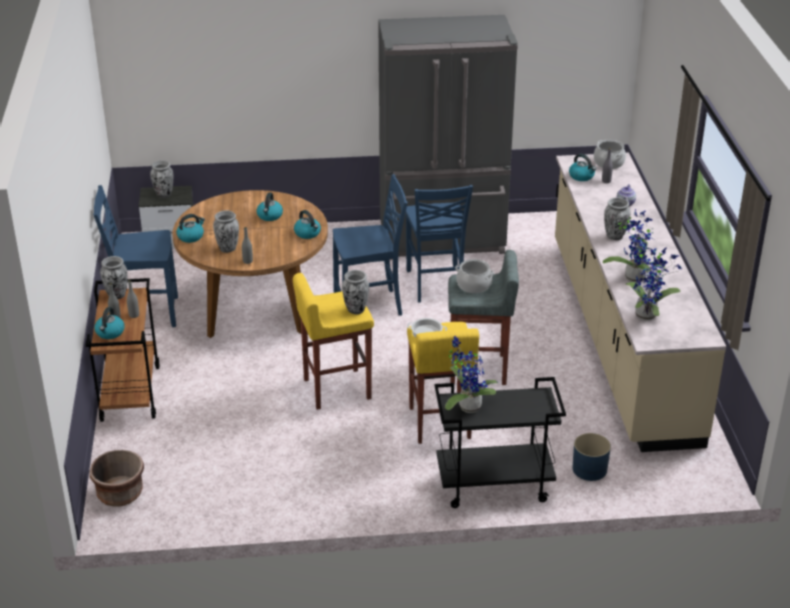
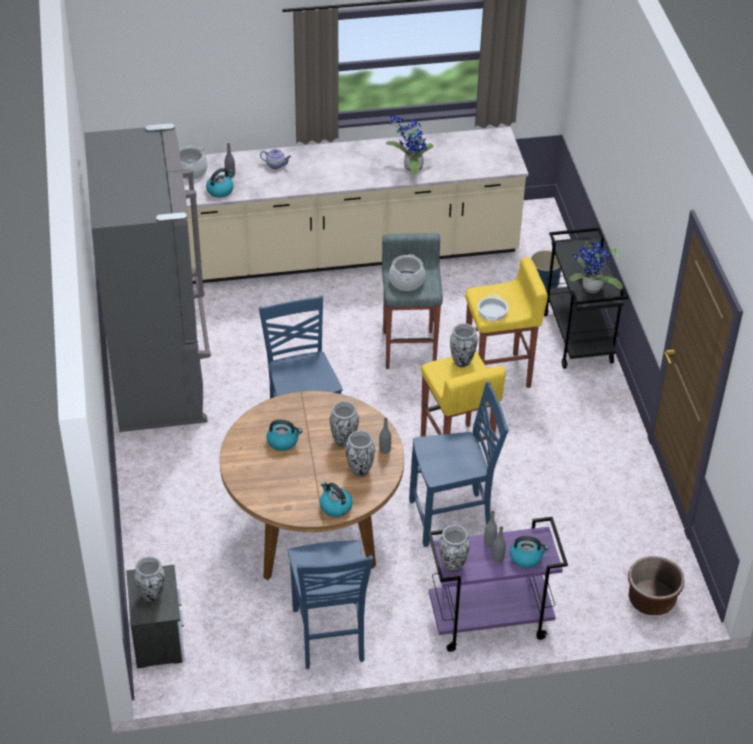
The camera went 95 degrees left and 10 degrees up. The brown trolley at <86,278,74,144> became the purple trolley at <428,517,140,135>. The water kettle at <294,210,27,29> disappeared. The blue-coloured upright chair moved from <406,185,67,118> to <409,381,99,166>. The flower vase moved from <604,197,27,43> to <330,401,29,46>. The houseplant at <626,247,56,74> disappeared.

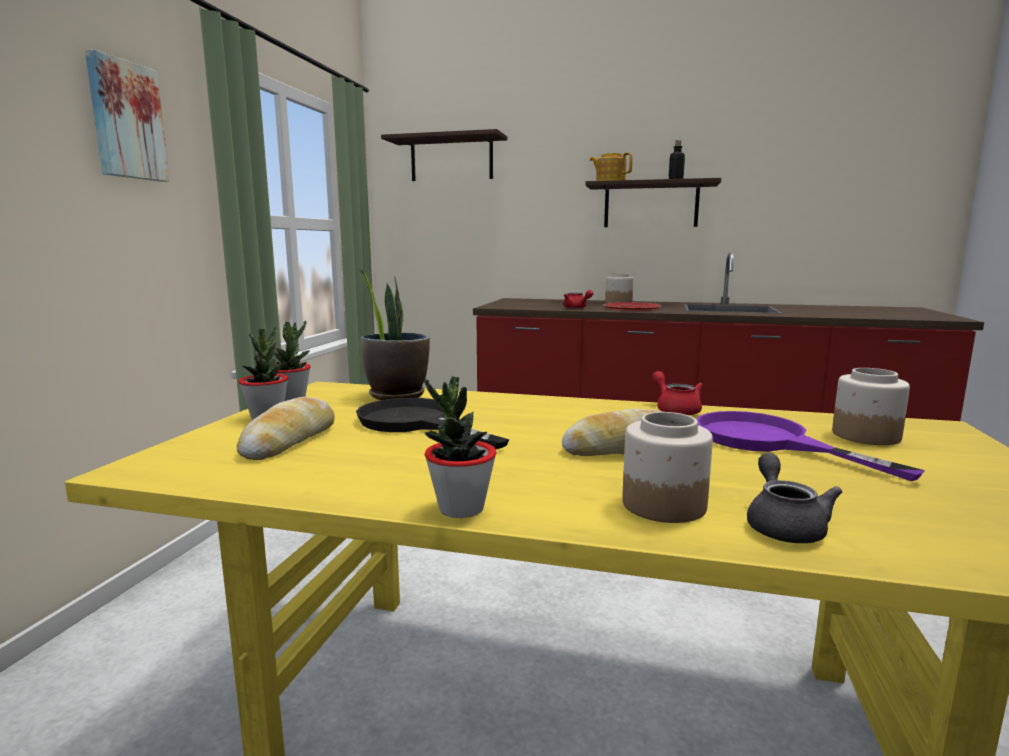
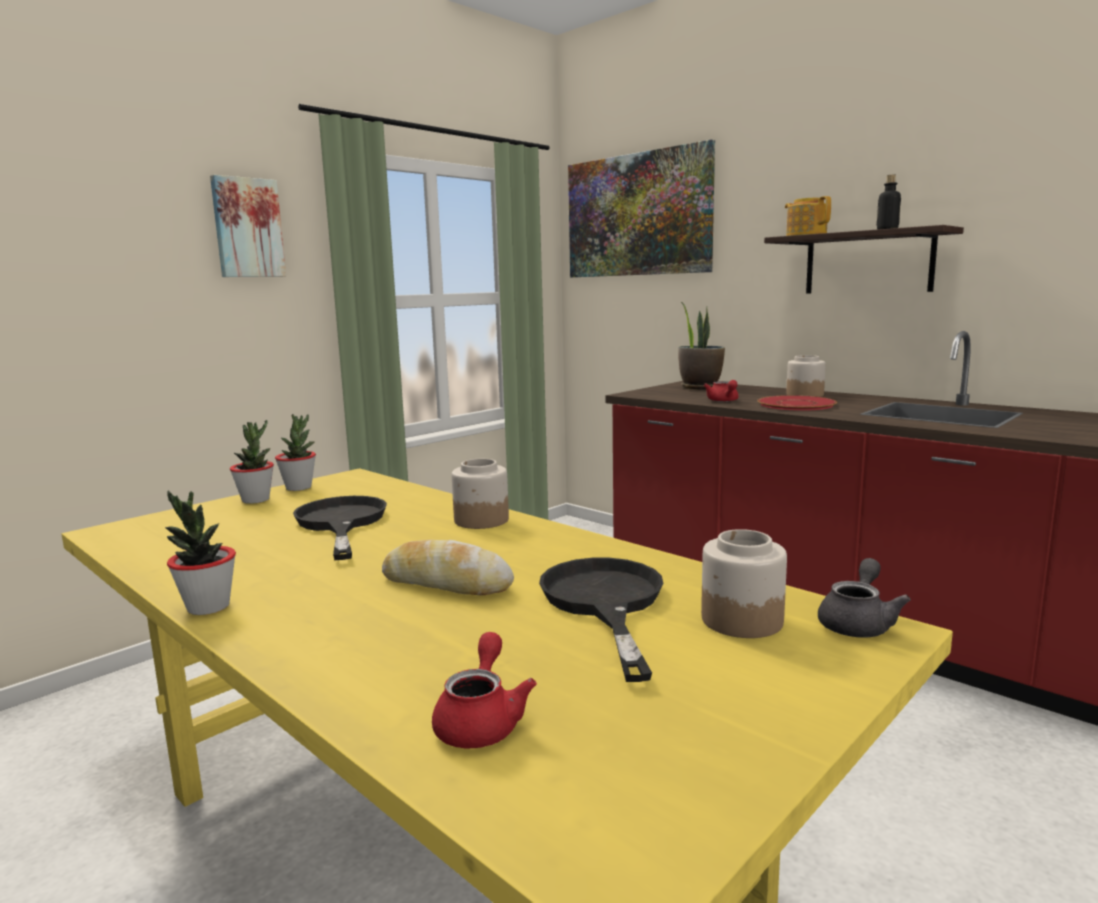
The camera went 30 degrees right and 0 degrees up. The baked bread at <237,397,98,63> disappeared. The houseplant moved from <359,269,71,131> to <678,302,47,88>. The wall shelf at <381,129,126,52> was replaced by the wall picture at <568,140,147,137>. The jar moved from <622,412,91,111> to <452,459,57,70>. The red-coloured pot for tea moved from <652,371,51,44> to <432,632,105,116>. The purple frying pan at <696,411,229,70> became the black-coloured frying pan at <539,558,125,124>. The greyish pot for tea moved from <747,453,95,90> to <818,558,93,80>.

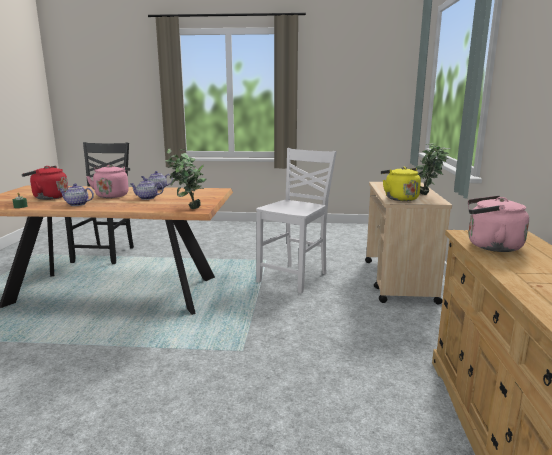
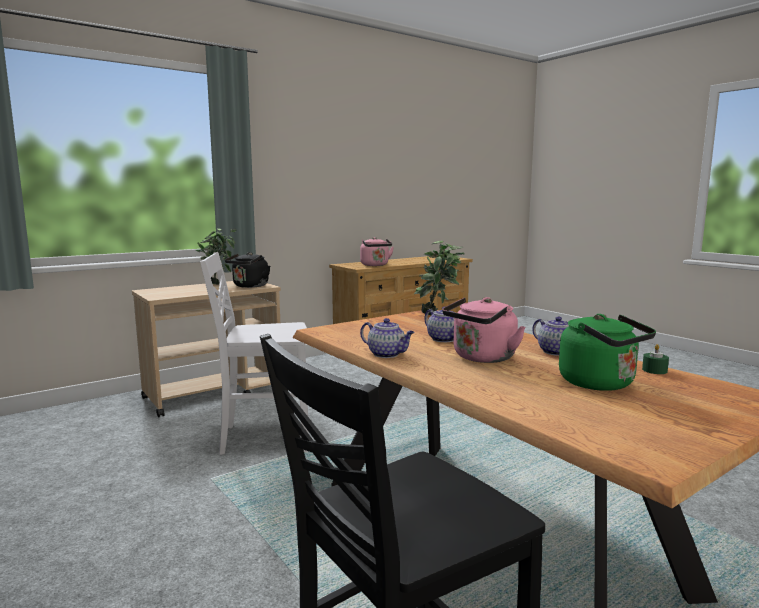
The camera went 130 degrees left and 5 degrees down. The red-coloured water kettle at <22,166,46,34> became the greenish water kettle at <559,314,97,77>. The yellowish water kettle at <381,167,40,34> became the black-coloured water kettle at <225,252,45,36>.

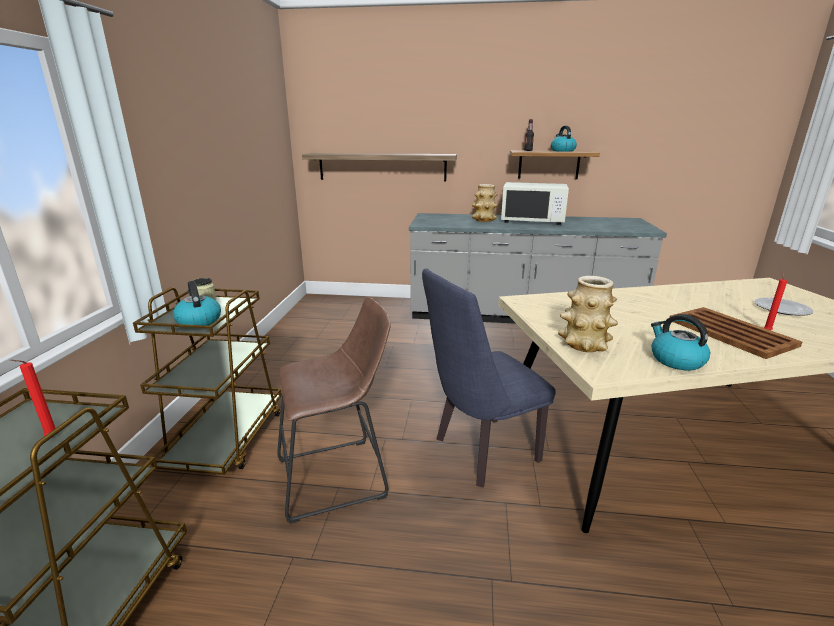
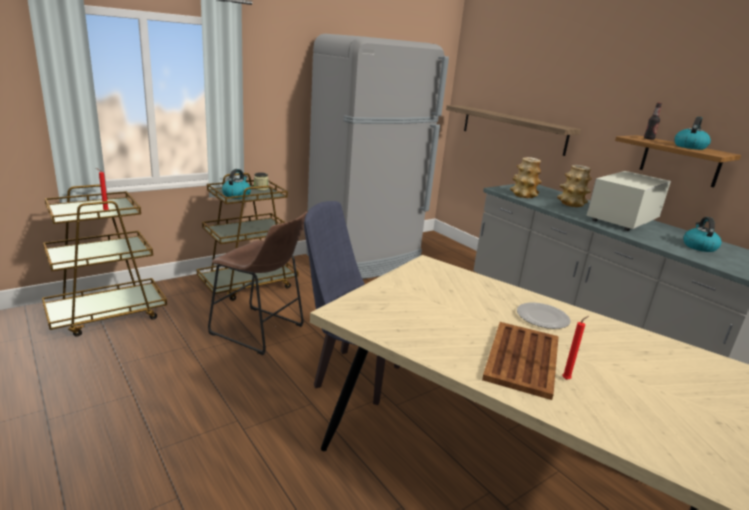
The camera went 45 degrees right and 0 degrees up. The white kitchen microwave at <501,182,68,43> turned 75 degrees clockwise. The flower vase moved from <558,276,60,76> to <510,157,32,41>. The water kettle moved from <651,314,59,57> to <683,217,39,35>. The plate moved from <755,297,59,19> to <517,303,54,26>. The greyish refrigerator at <306,34,143,245> appeared.

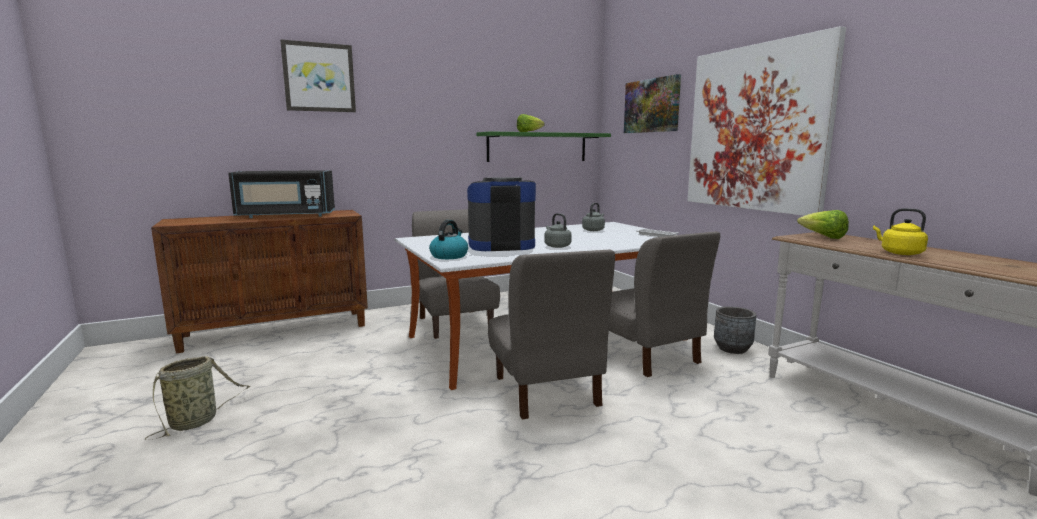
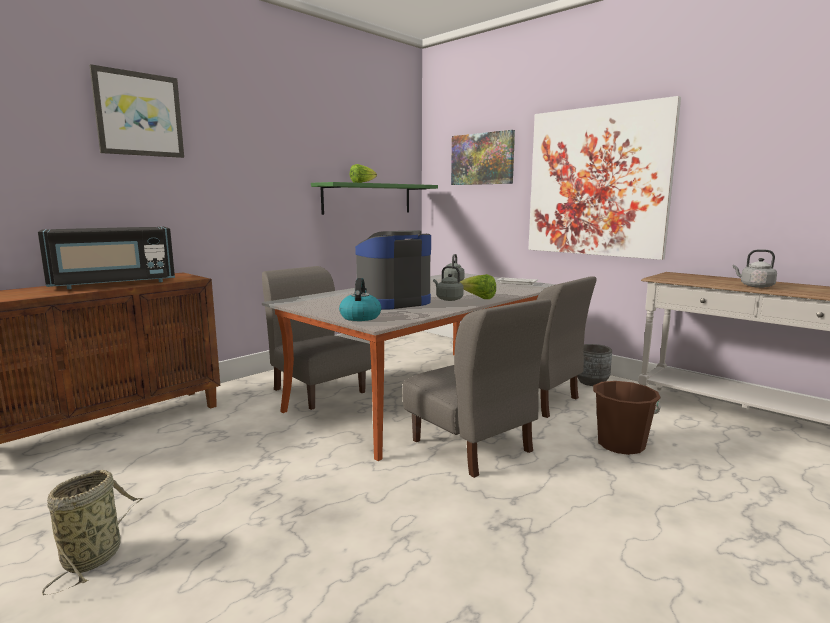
The camera went 20 degrees left and 0 degrees up. The lettuce head moved from <797,210,52,29> to <460,274,36,25>. The yellowish water kettle at <873,208,55,47> became the greyish water kettle at <732,249,45,39>. The brown bucket at <593,381,68,74> appeared.

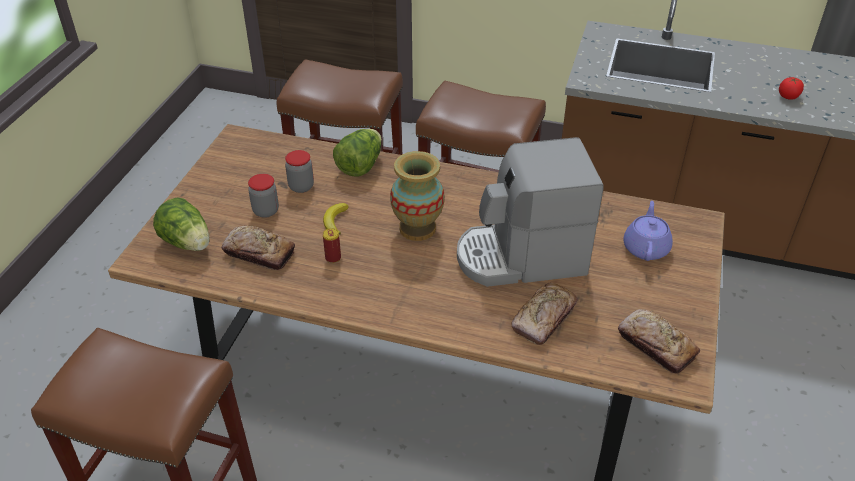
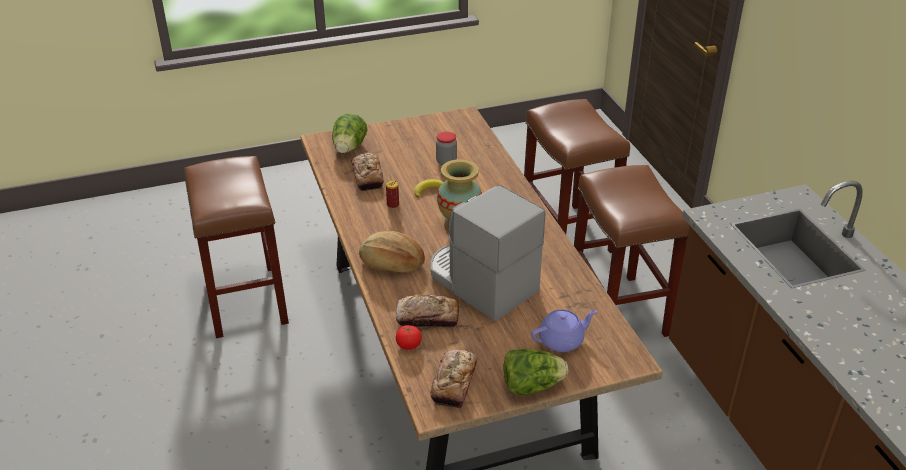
The camera went 55 degrees right and 5 degrees down. The jar at <248,174,31,44> disappeared. The lettuce head moved from <333,129,49,48> to <504,349,64,46>. The whole tomato moved from <779,77,25,23> to <396,325,26,25>. The baked bread at <359,231,66,42> appeared.

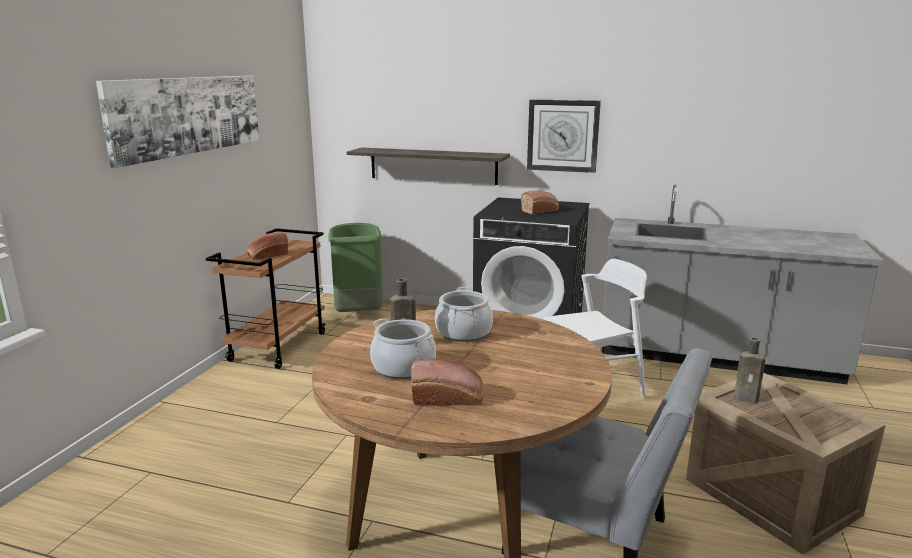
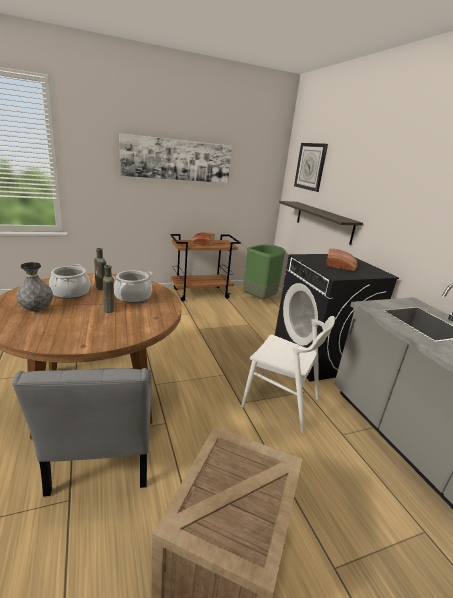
The camera went 50 degrees right and 5 degrees up. The baked bread at <411,359,73,47> was replaced by the greyish flower vase at <16,262,37,50>. The hanging clock moved from <527,99,74,74> to <294,143,34,49>. The brown drink bottle moved from <734,337,32,66> to <103,265,11,48>.

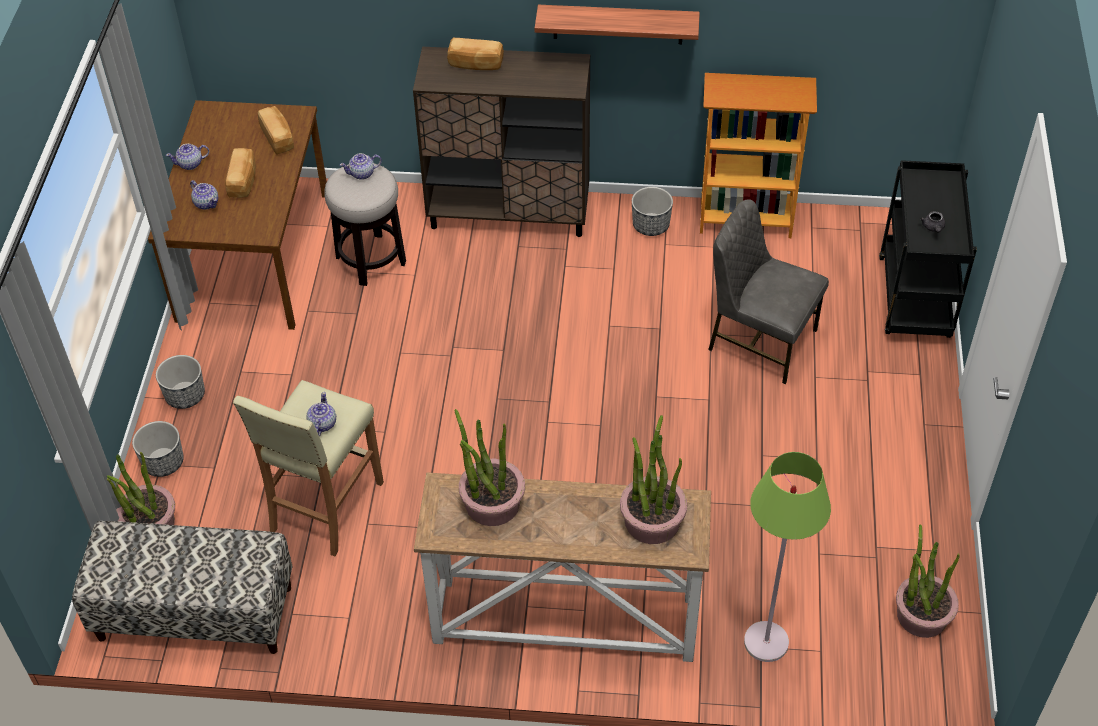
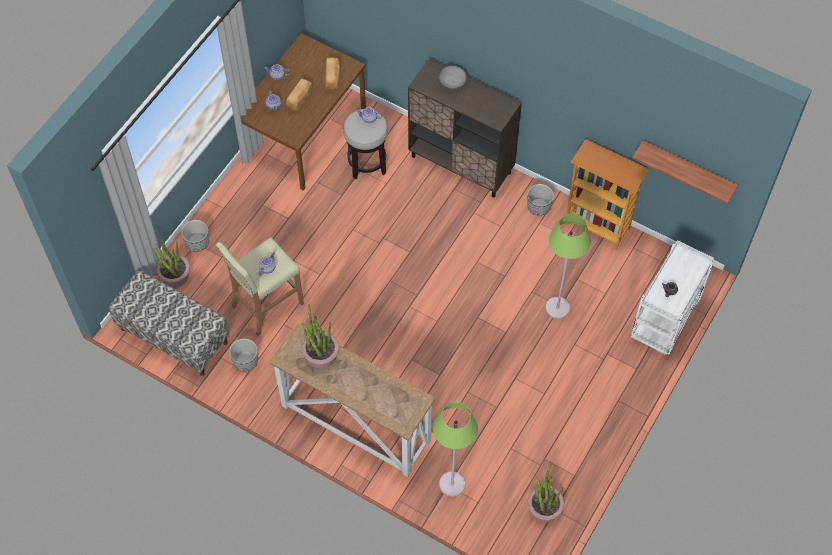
The camera went 25 degrees right and 10 degrees up. The plant pot moved from <156,355,49,54> to <229,339,29,33>. The baked bread at <447,38,57,32> was replaced by the greyish serving bowl at <439,66,28,23>. The wall shelf moved from <535,5,165,39> to <632,140,106,64>. The houseplant at <620,415,67,129> disappeared. The greyish upright chair at <708,199,121,185> was replaced by the greenish floor lamp at <546,214,45,105>. The black-coloured trolley at <879,160,98,178> became the white trolley at <631,240,83,115>.

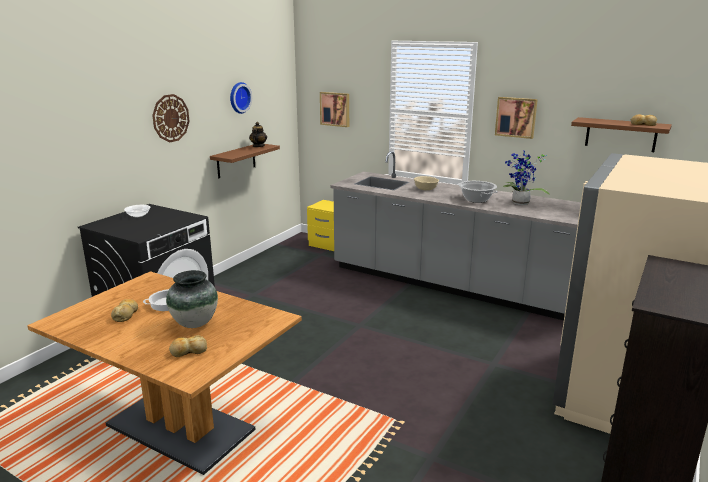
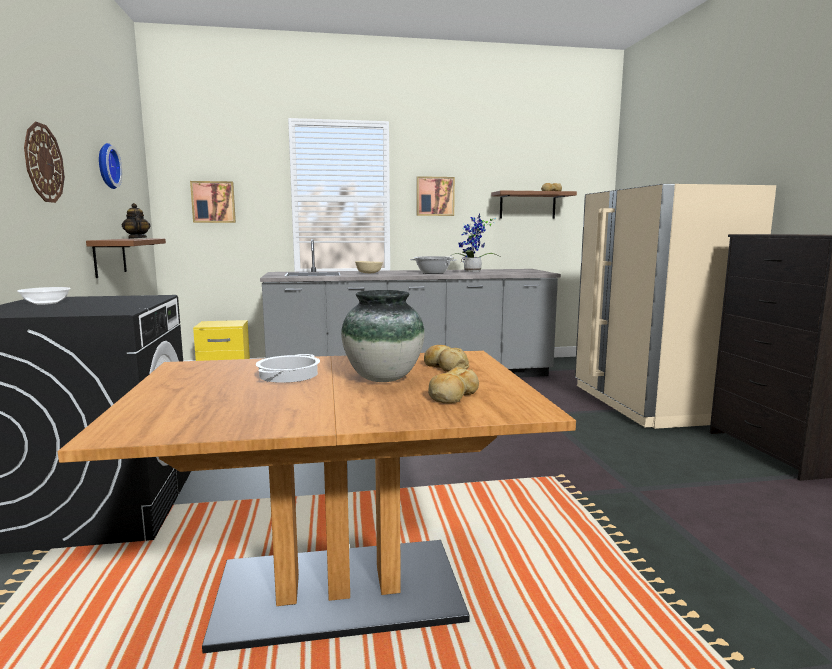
The camera went 40 degrees left and 10 degrees down. The baked bread moved from <111,299,27,23> to <424,345,45,27>.

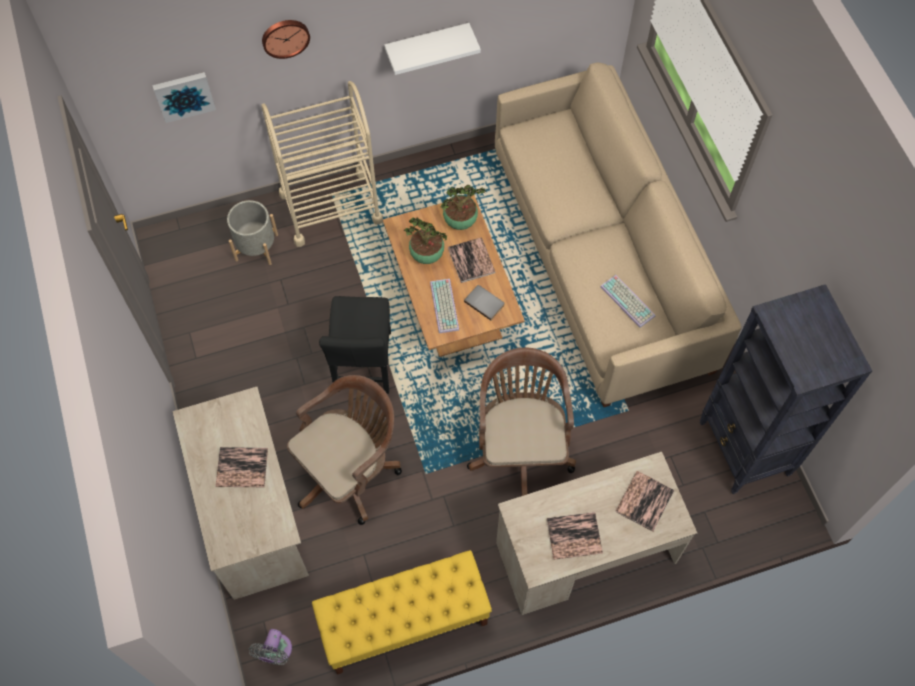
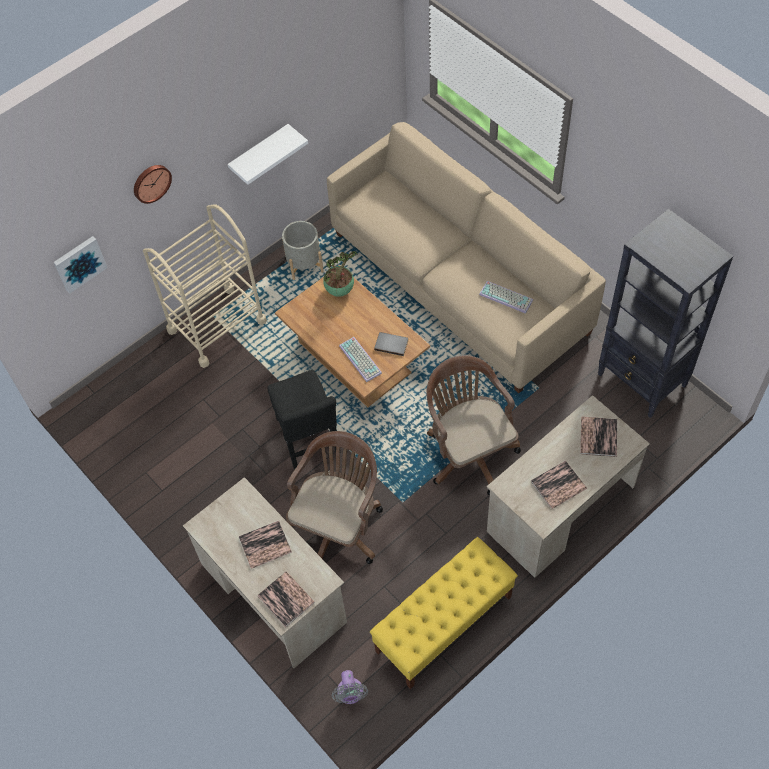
The camera went 20 degrees left and 5 degrees down. The greyish plant pot moved from <227,200,51,65> to <282,221,42,59>. The houseplant at <404,217,43,47> disappeared. The bound book moved from <448,238,48,45> to <257,571,58,56>.

